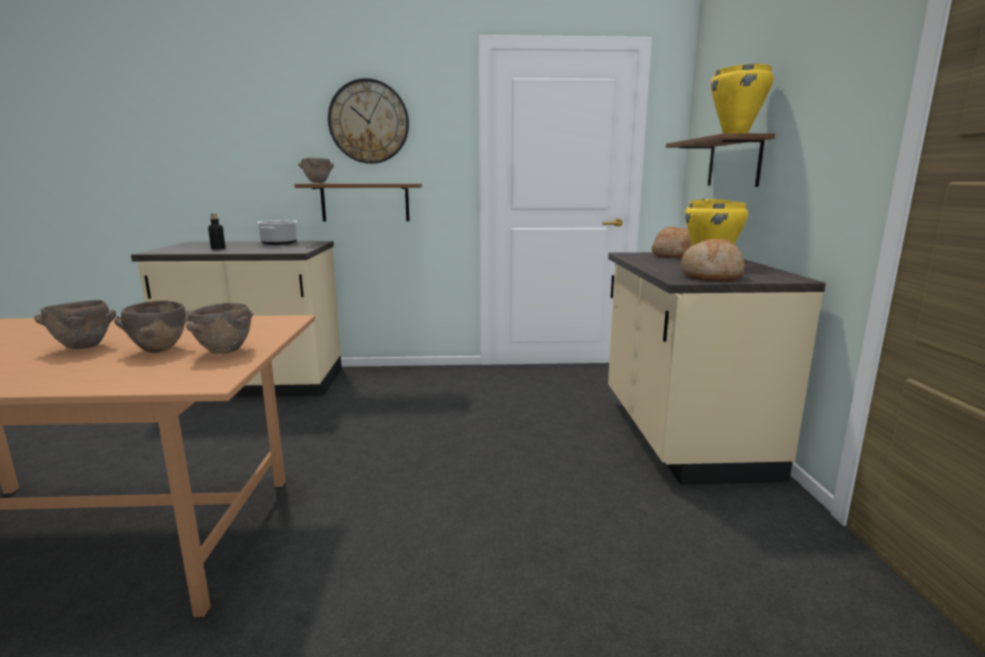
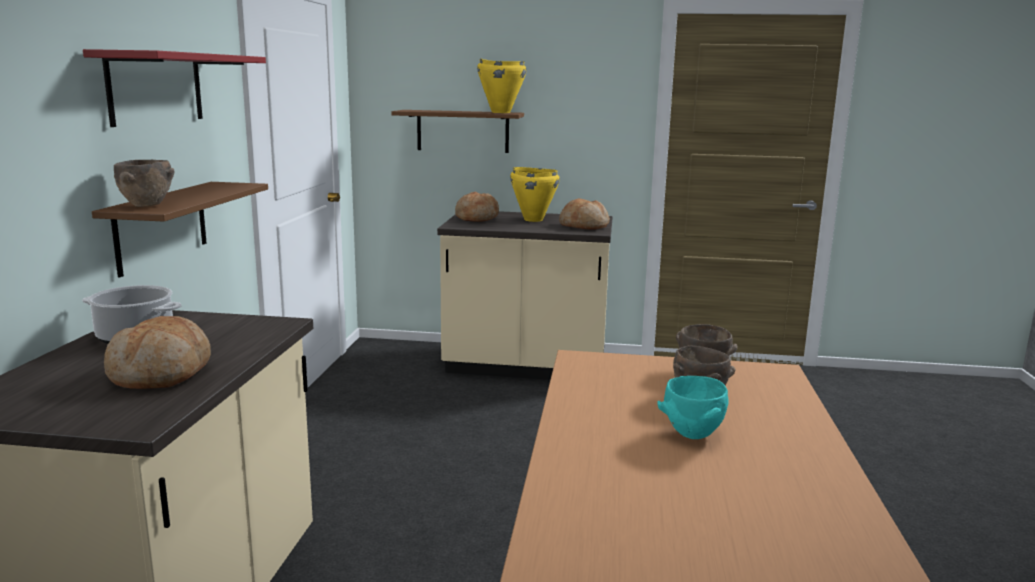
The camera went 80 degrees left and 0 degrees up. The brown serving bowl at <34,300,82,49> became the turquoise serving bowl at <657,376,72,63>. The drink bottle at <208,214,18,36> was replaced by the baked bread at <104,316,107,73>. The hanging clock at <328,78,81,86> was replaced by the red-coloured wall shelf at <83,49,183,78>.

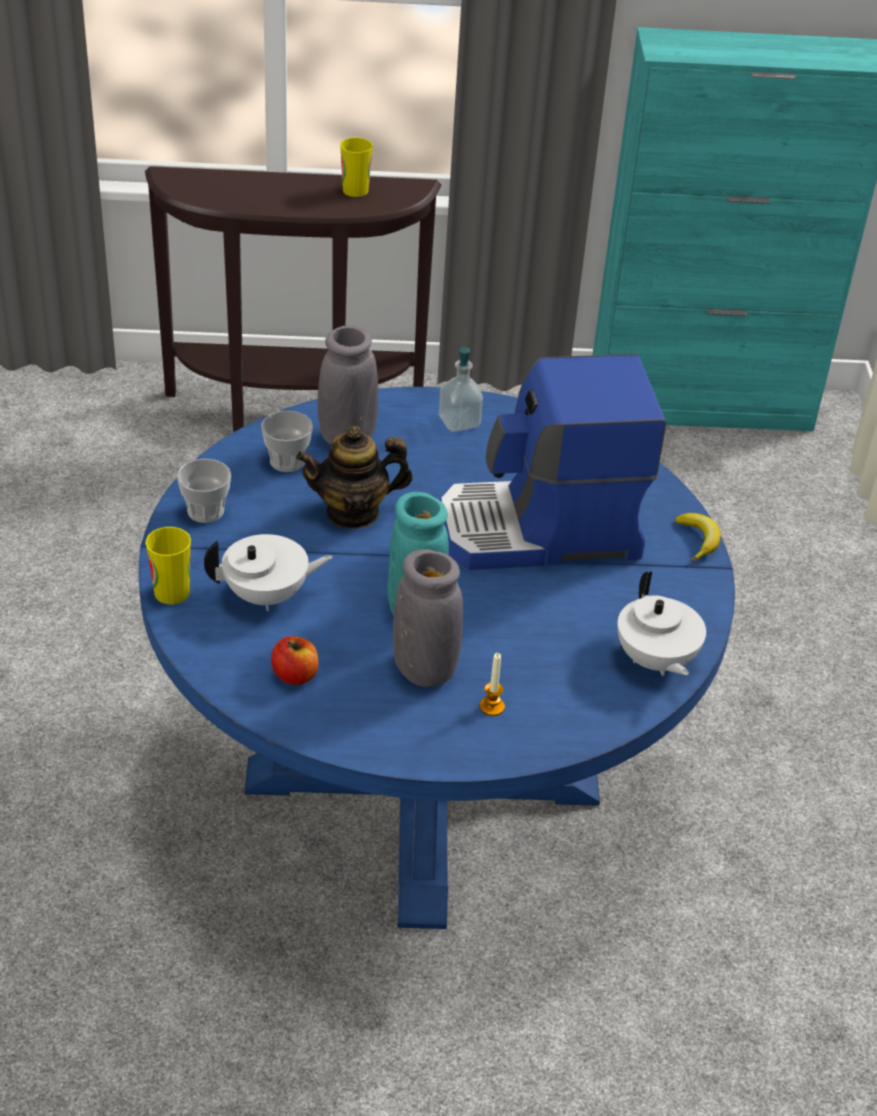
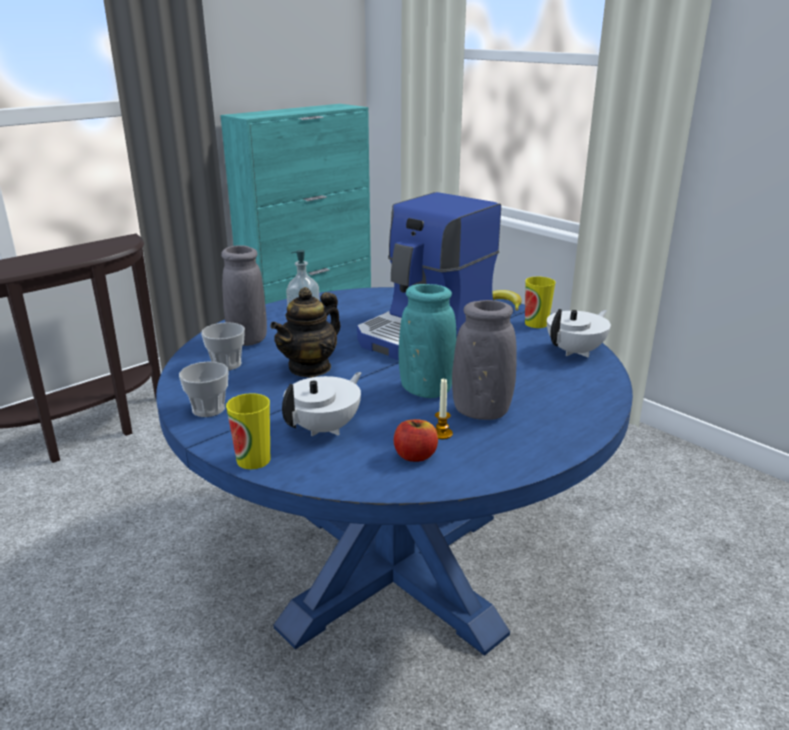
The camera went 40 degrees left and 15 degrees down. The small cup moved from <340,138,33,59> to <525,277,31,51>. The wax candle moved from <480,653,25,63> to <435,378,18,61>. The white pot for tea at <617,571,89,105> turned 75 degrees counterclockwise.

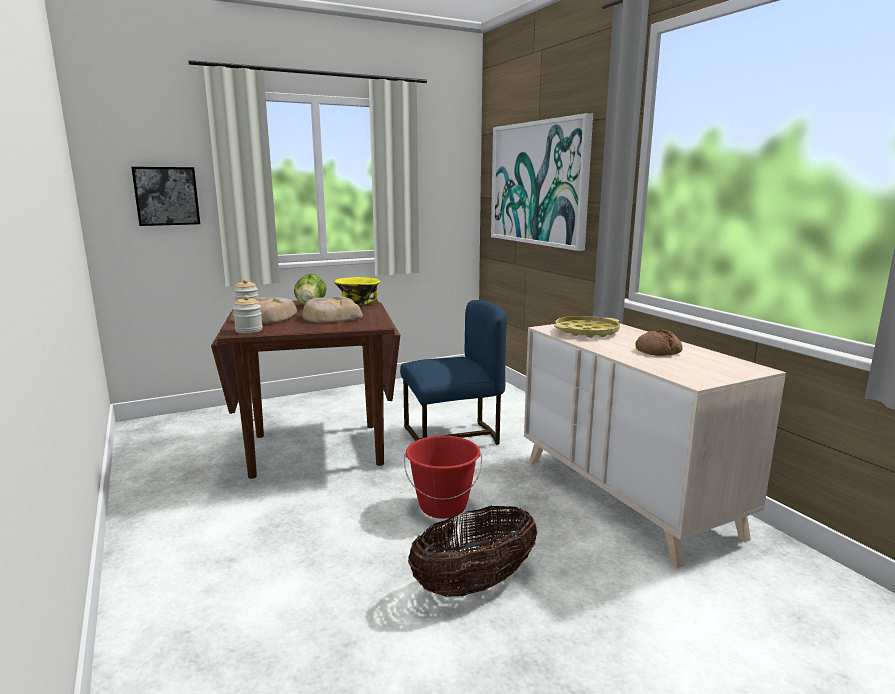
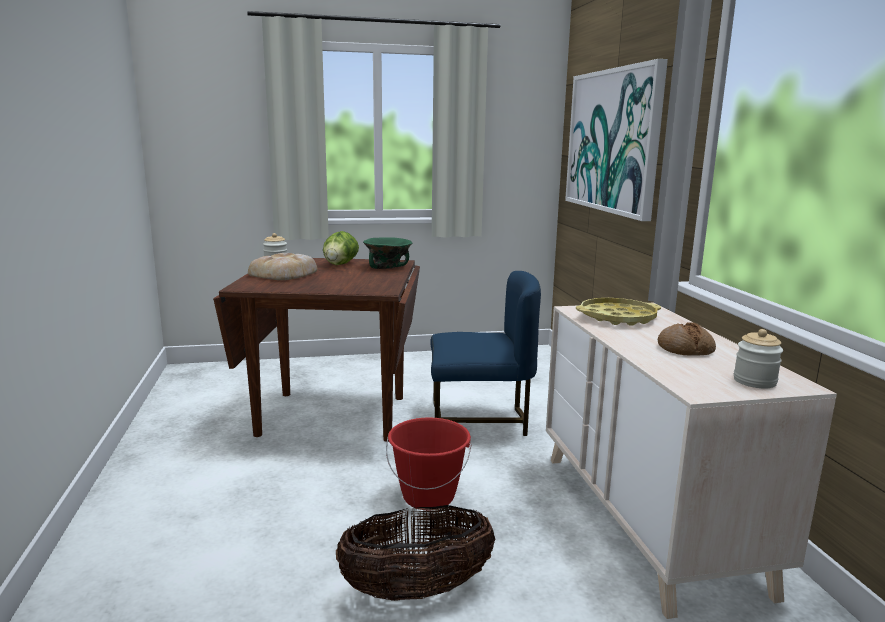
The camera went 15 degrees right and 0 degrees up. The wall picture at <131,167,69,59> disappeared. The jar moved from <233,295,30,38> to <734,329,49,59>. The baked bread at <302,297,61,26> disappeared. The yellowish serving bowl at <334,277,46,29> became the greenish serving bowl at <363,237,50,32>.

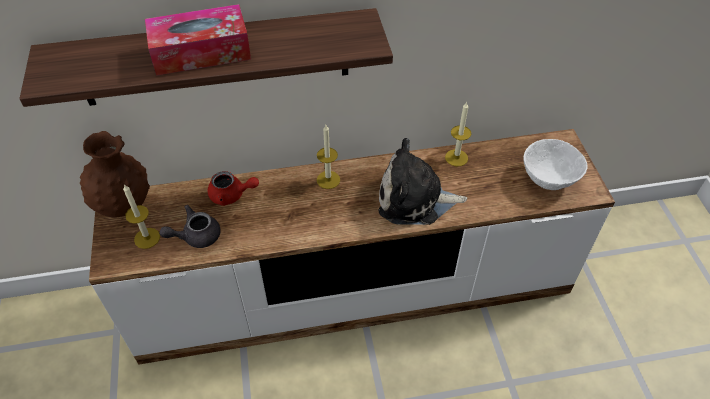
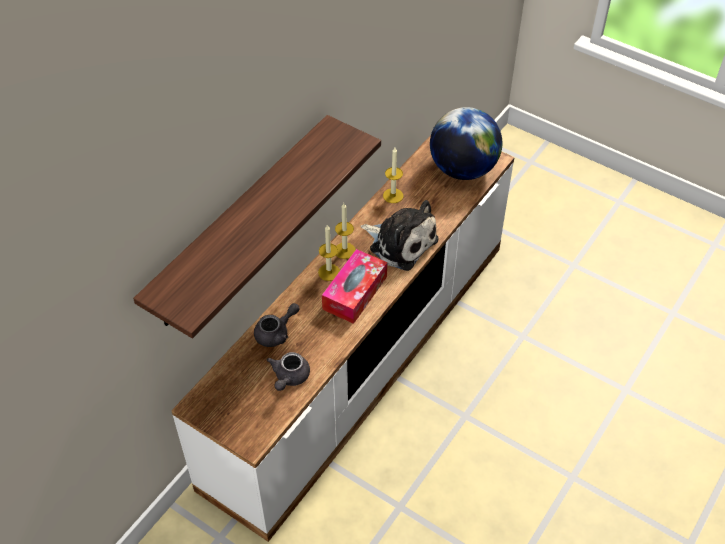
The camera went 45 degrees left and 0 degrees up. The brown flower vase at <80,131,70,86> disappeared. The wax candle moved from <123,184,37,65> to <335,203,20,56>. The tissue box moved from <145,4,106,72> to <322,249,65,75>. The red-coloured pot for tea at <208,171,51,35> became the greyish pot for tea at <254,303,45,44>. The soft toy at <379,138,88,87> turned 105 degrees counterclockwise. The white serving bowl at <523,139,65,51> was replaced by the world globe at <430,107,72,73>.

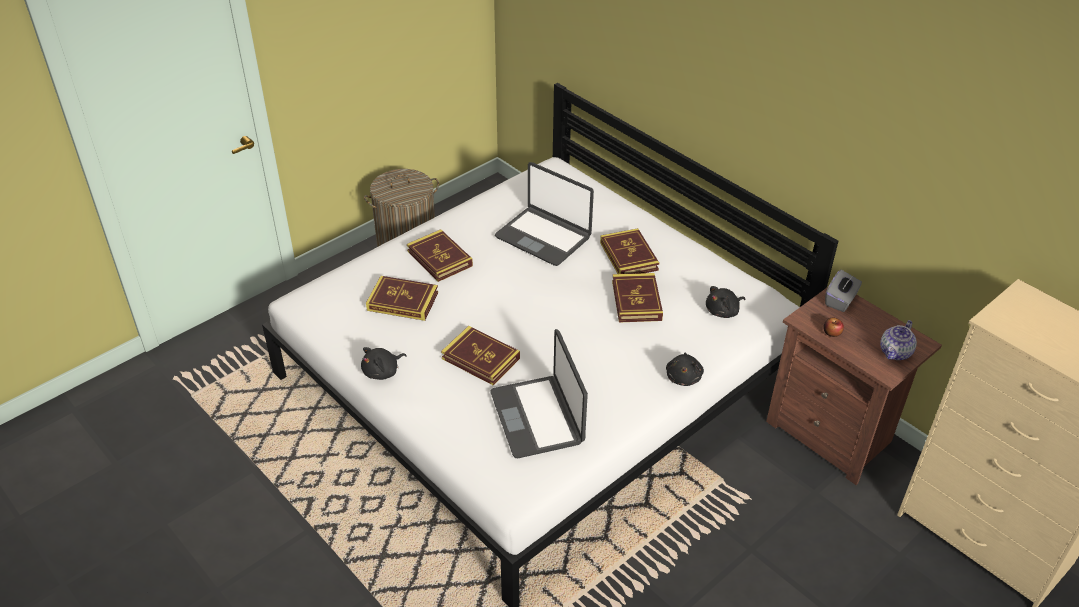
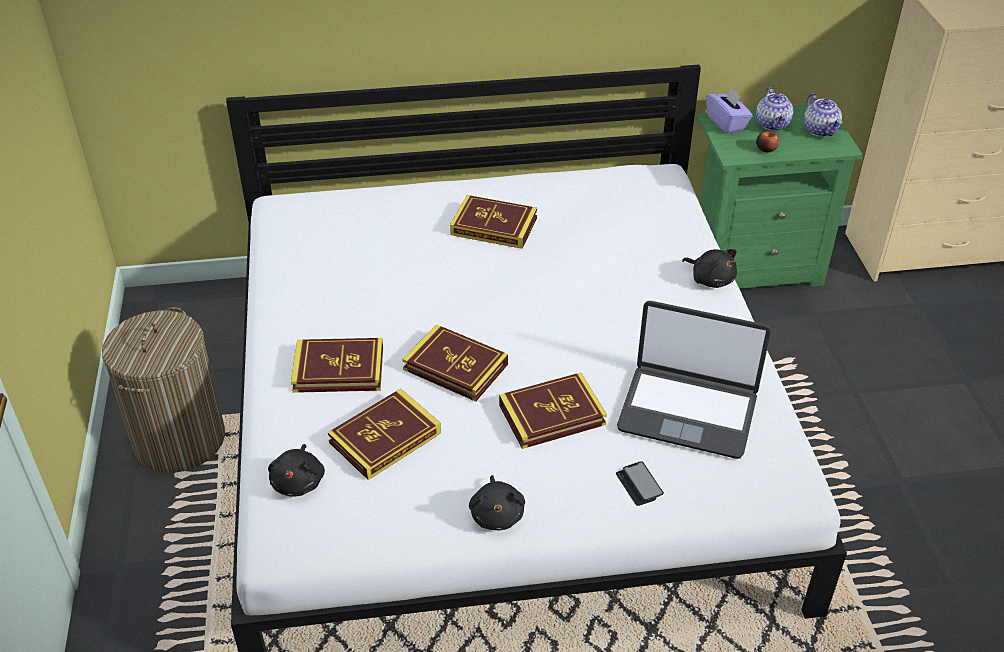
The camera went 55 degrees left and 0 degrees up. The notebook computer at <495,162,99,104> disappeared. The bound book moved from <612,273,51,49> to <403,324,105,78>. The black-coloured soft toy moved from <706,286,39,32> to <268,444,57,53>. The brown bedside table at <766,287,176,198> became the greenish bedside table at <697,106,166,183>. The greyish tissue box at <825,270,37,42> became the purple tissue box at <706,87,47,47>. The telephone at <616,461,48,45> appeared. The pot for tea at <756,87,37,44> appeared.

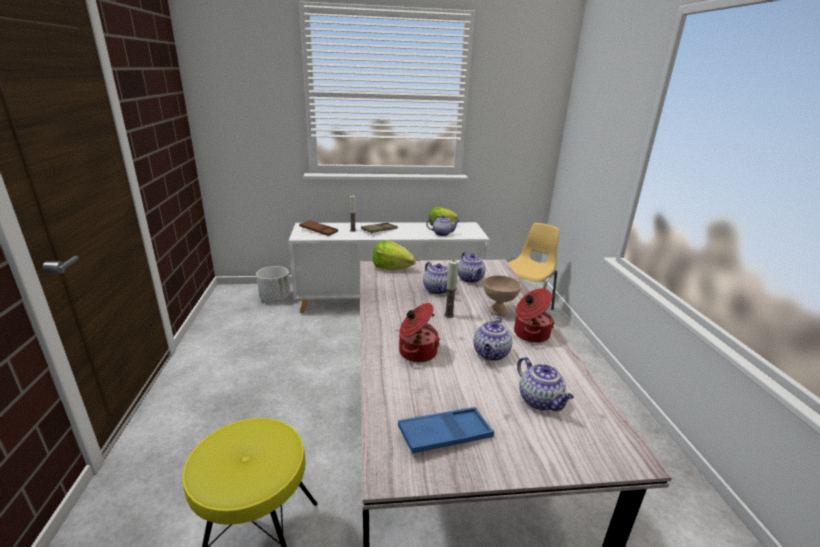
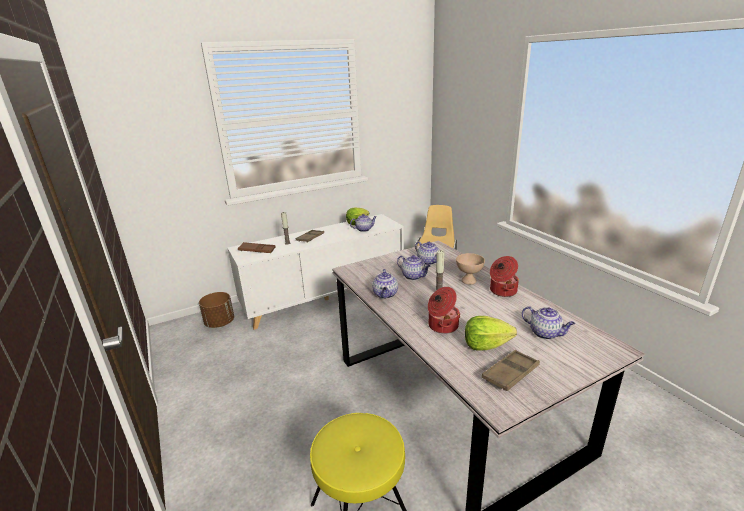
The camera went 20 degrees left and 0 degrees up. The white plant pot at <256,266,34,35> became the brown plant pot at <199,292,35,36>. The lettuce head moved from <372,240,44,30> to <465,316,52,35>. The blue-coloured carrying tray at <398,407,96,47> became the brown carrying tray at <482,350,58,41>. The pot for tea moved from <473,316,39,45> to <372,269,26,30>.

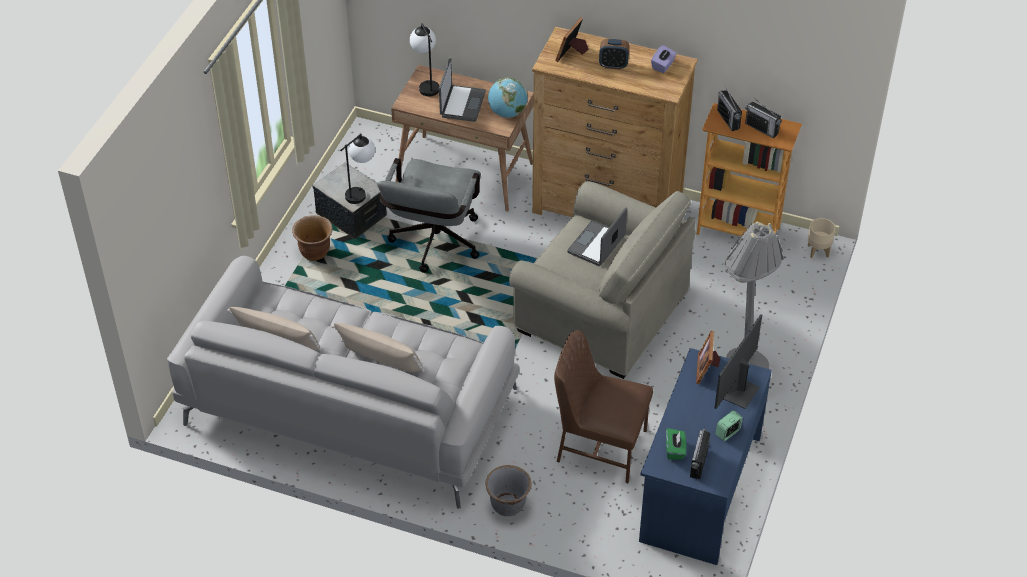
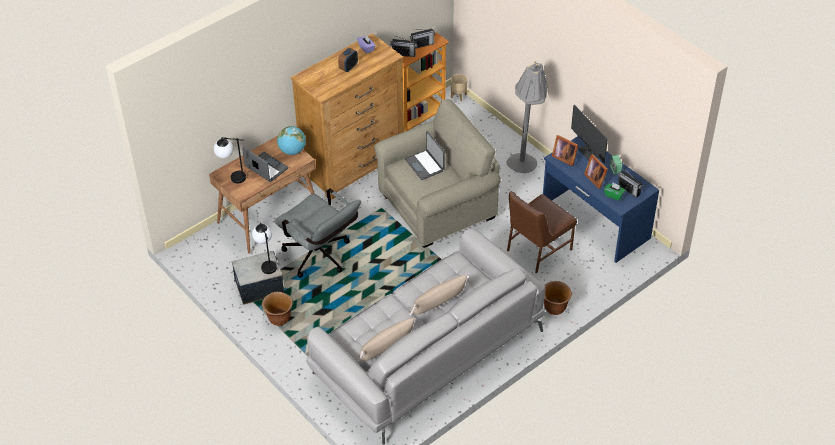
The camera went 60 degrees left and 0 degrees up. The greyish plant pot at <486,465,46,51> became the brown plant pot at <544,281,28,34>. The photo frame moved from <555,17,34,45> to <584,154,24,35>.

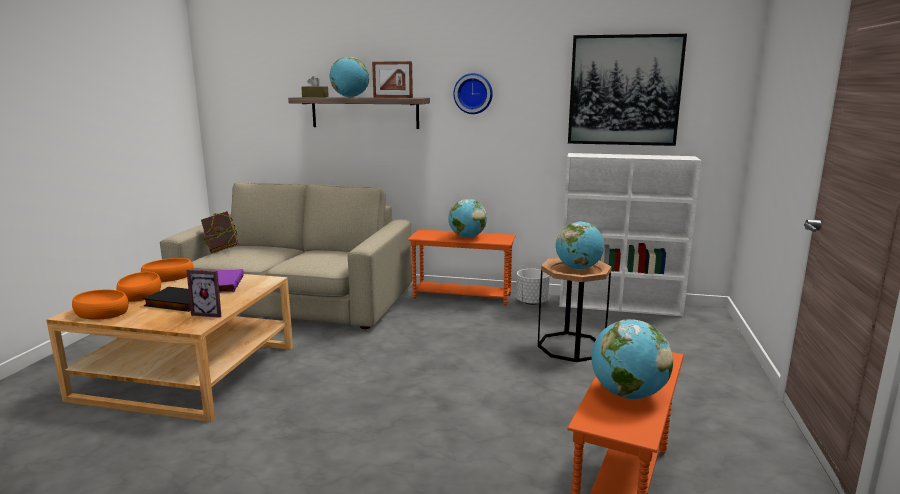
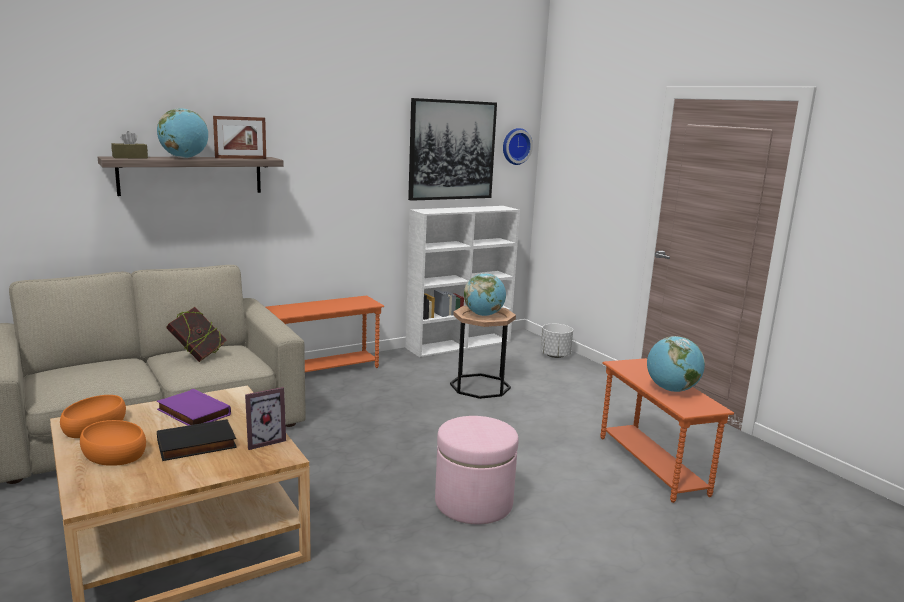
The camera went 45 degrees left and 0 degrees up. The orange serving bowl at <72,289,57,31> disappeared. The bound book moved from <201,211,37,42> to <166,307,61,55>. The world globe at <448,199,39,39> disappeared. The hanging clock moved from <454,73,39,41> to <503,128,30,37>. The white plant pot moved from <516,269,34,36> to <540,324,33,34>. The pink ottoman at <435,416,84,108> appeared.

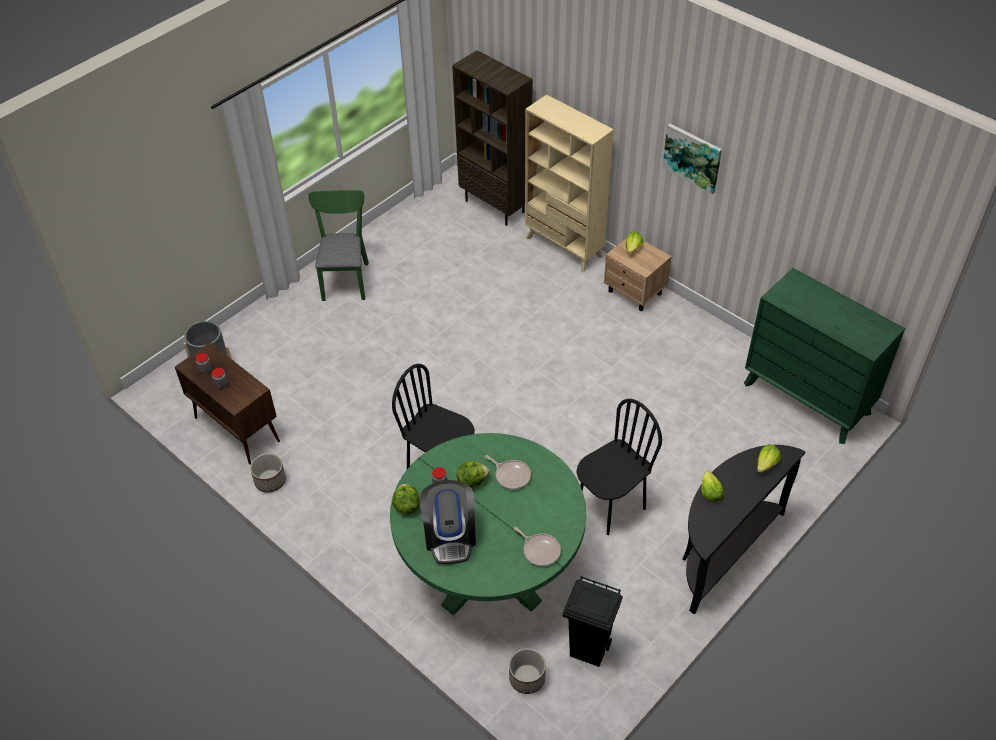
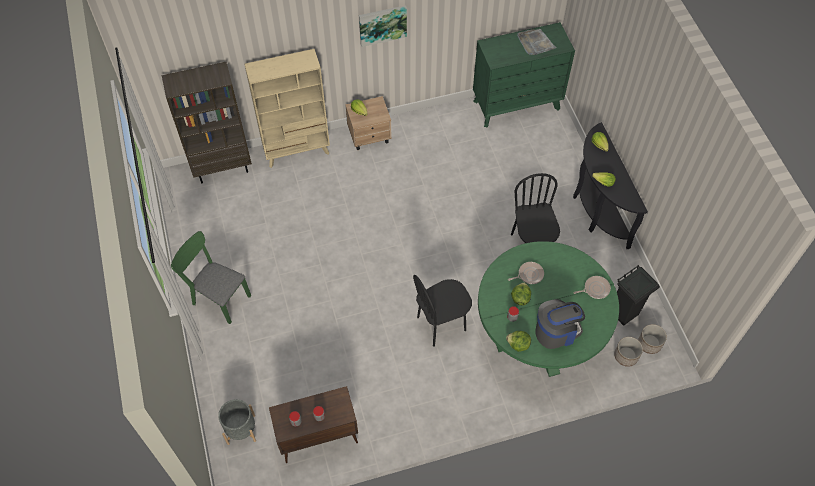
The camera went 60 degrees left and 10 degrees up. The plant pot moved from <250,453,36,40> to <638,324,29,30>. The coffee maker at <420,480,56,84> turned 45 degrees counterclockwise. The greyish carrying tray at <517,29,39,26> appeared.

